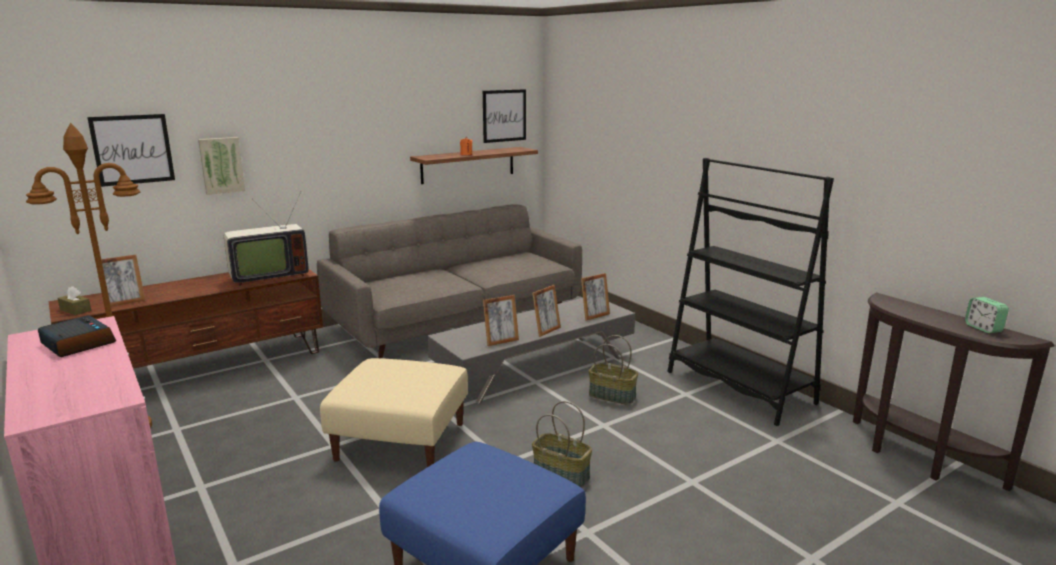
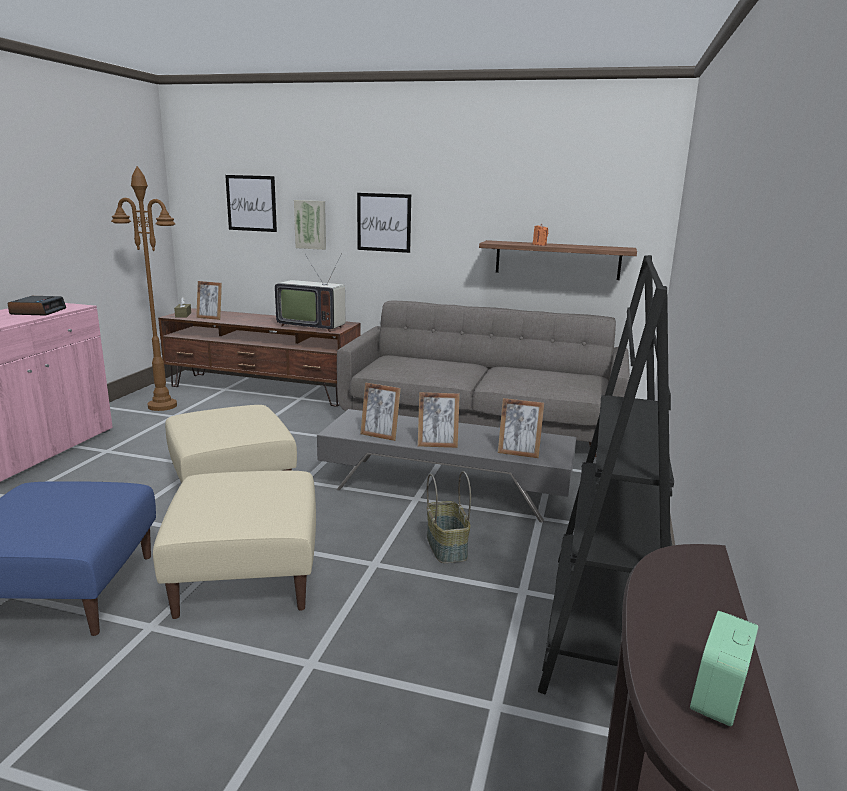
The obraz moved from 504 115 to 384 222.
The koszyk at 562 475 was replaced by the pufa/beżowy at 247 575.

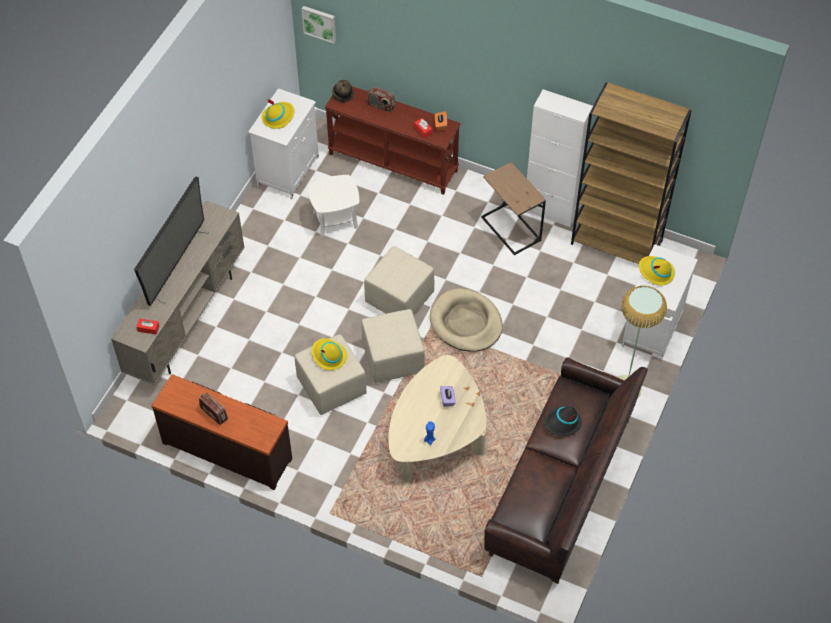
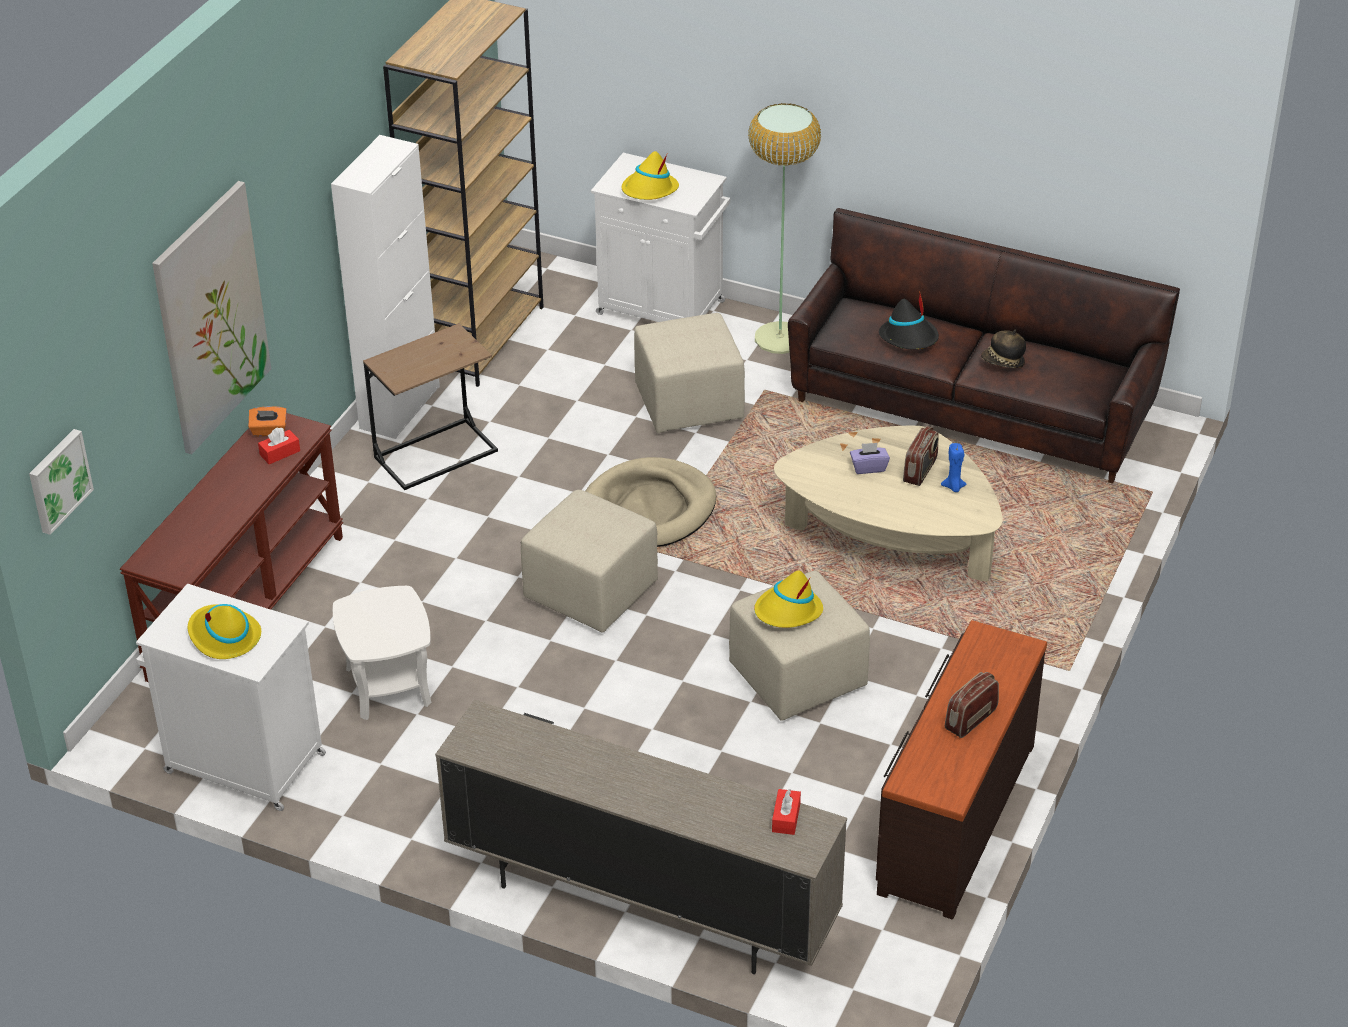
The telewizor at 176 264 disappeared.
The kapelusz moved from 342 94 to 1003 362.
The pufa/beżowy moved from 393 359 to 690 403.
The radio moved from 381 106 to 920 470.
The obraz at 211 317 appeared.

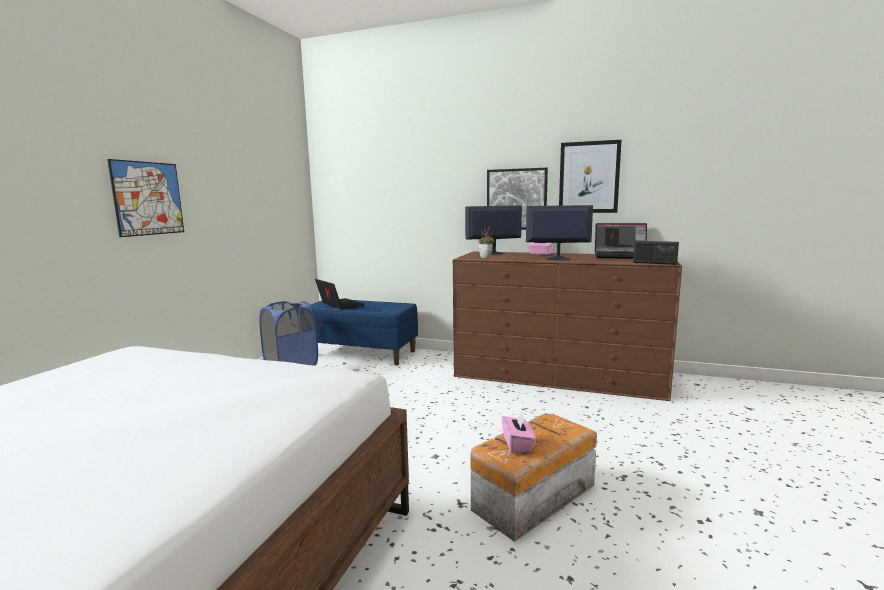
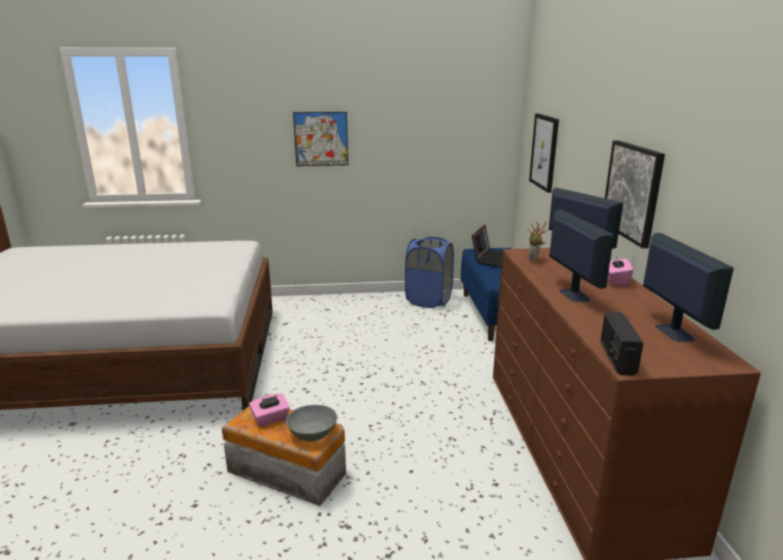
The obraz moved from 589 177 to 544 152.
The laptop at 621 256 was replaced by the monitor at 673 332.
The miska/szary at 313 433 appeared.

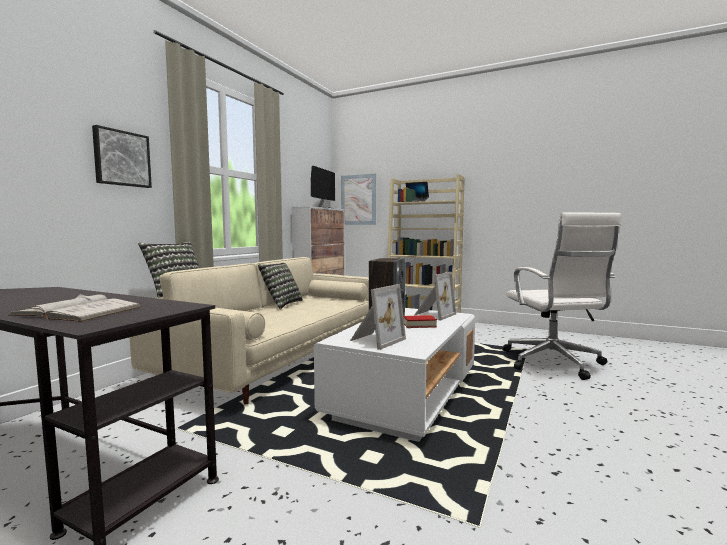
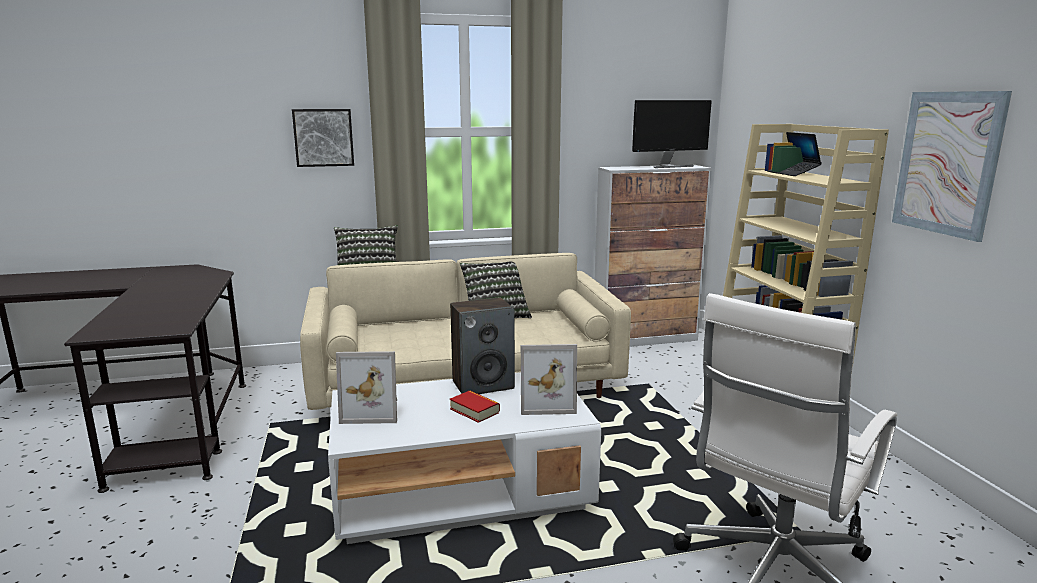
The książka/biały at 78 311 disappeared.
The obraz moved from 358 200 to 947 163.

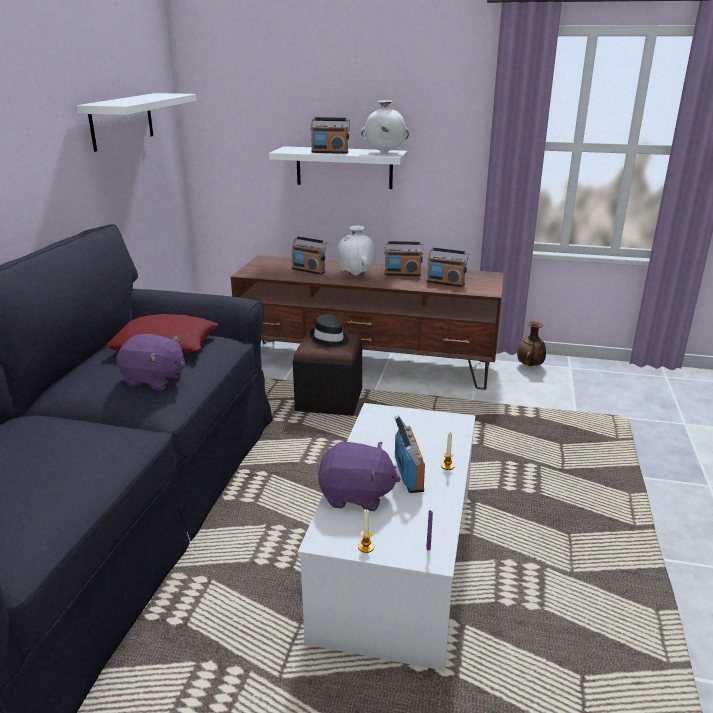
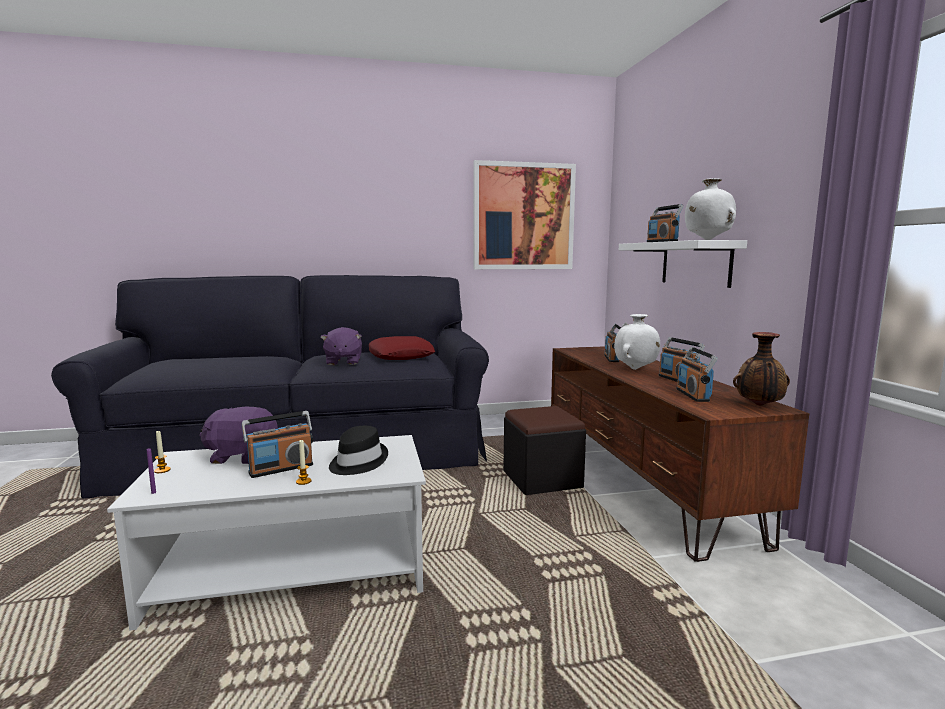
The półka/biały at 122 121 was replaced by the obraz at 523 216.
The kapelusz/czarny moved from 329 339 to 357 462.
The pluszak/fioletowy at 356 496 turned 105 degrees clockwise.
The wazon moved from 530 366 to 759 405.

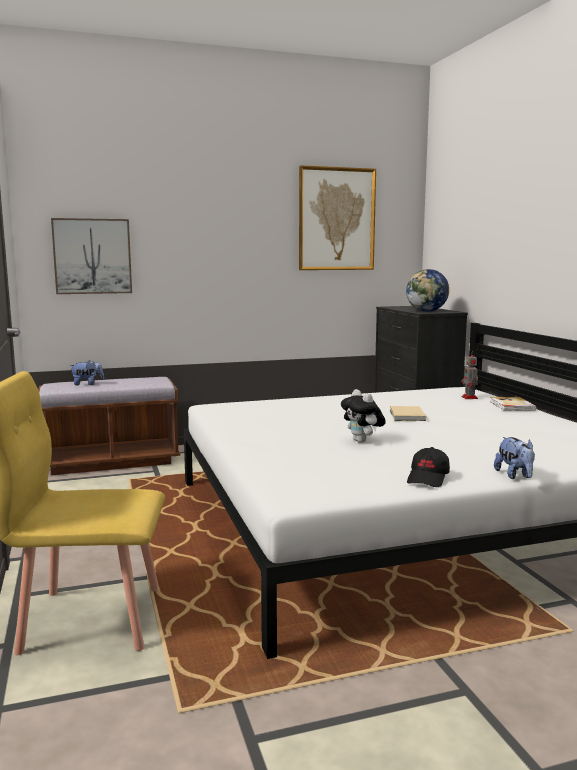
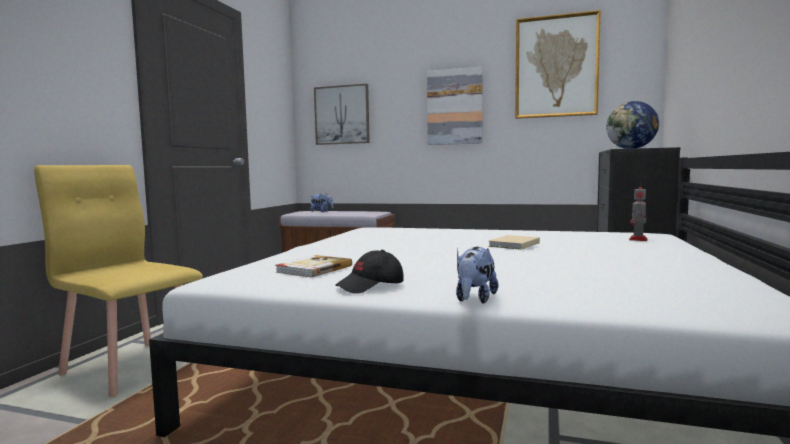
The pluszak at 362 441 disappeared.
The książka moved from 511 406 to 313 269.
The obraz at 454 107 appeared.

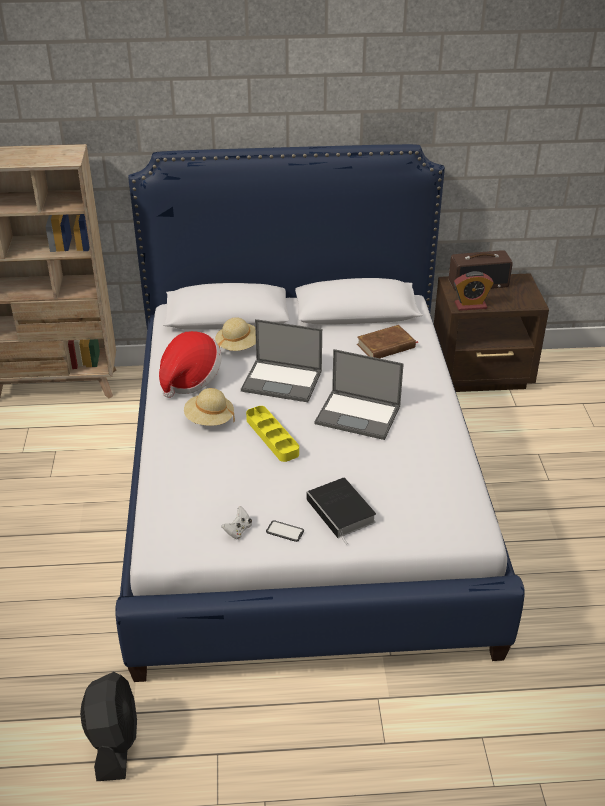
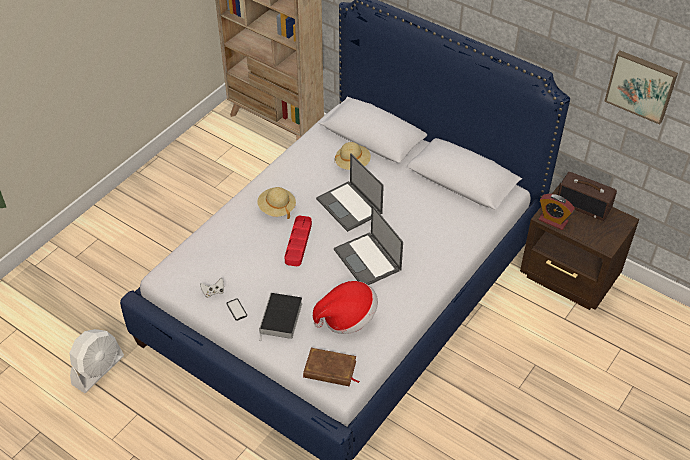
The wentylator/czarny at 114 742 became the wentylator/biały at 98 370.
The kapelusz moved from 190 379 to 347 318.
The taca/żółty at 272 437 became the taca/czerwony at 298 243.
The książka/brązowy moved from 386 346 to 330 370.
The obraz at 641 85 appeared.

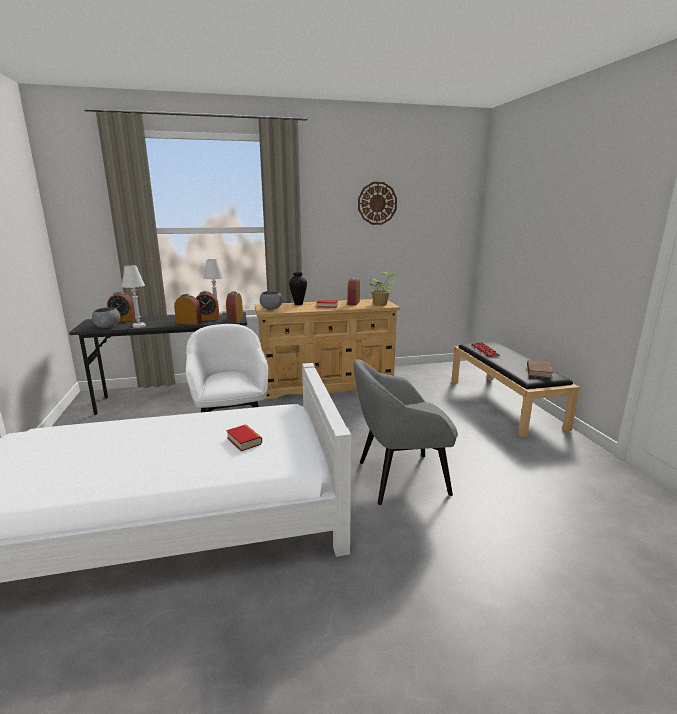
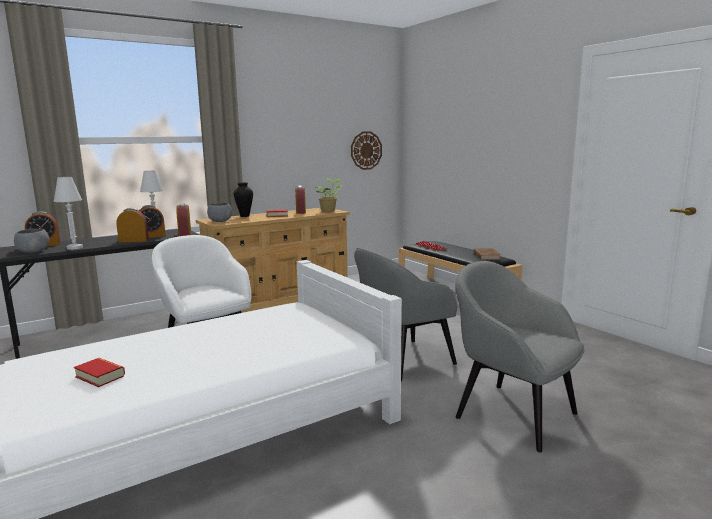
The książka moved from 244 441 to 100 376.
The zegar ścienny moved from 377 203 to 366 150.
The fotel/szary at 513 414 appeared.

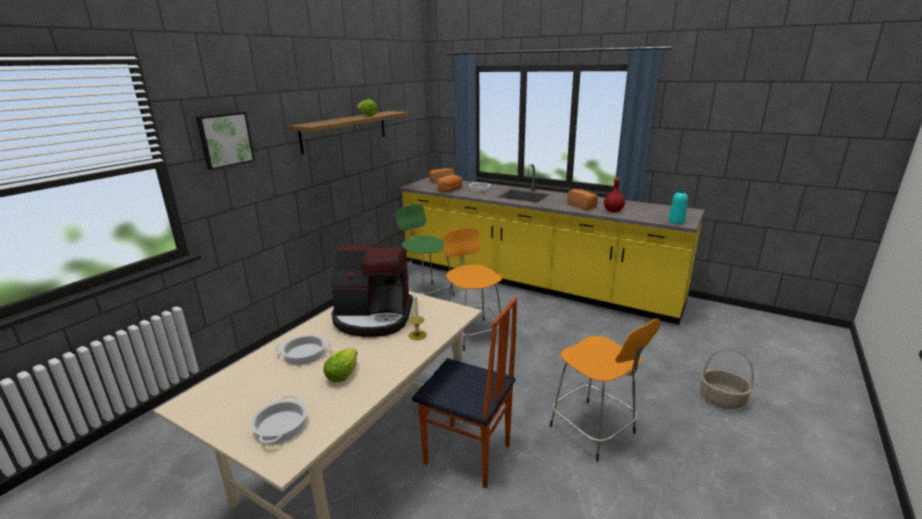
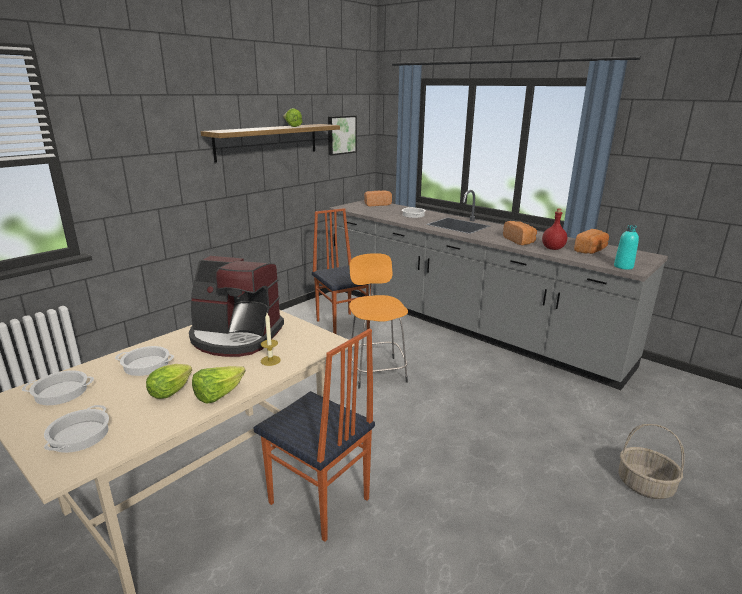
The obraz moved from 225 140 to 341 135.
The stołek/zielony at 427 294 was replaced by the krzesło at 343 324.
The zabudowa kuchenna/żółty at 532 283 became the zabudowa kuchenna/szary at 463 325.
The chleb moved from 450 190 to 591 250.
The stołek/pomarańczowy at 594 431 disappeared.
The garnek at 61 392 appeared.
The sałata at 218 395 appeared.

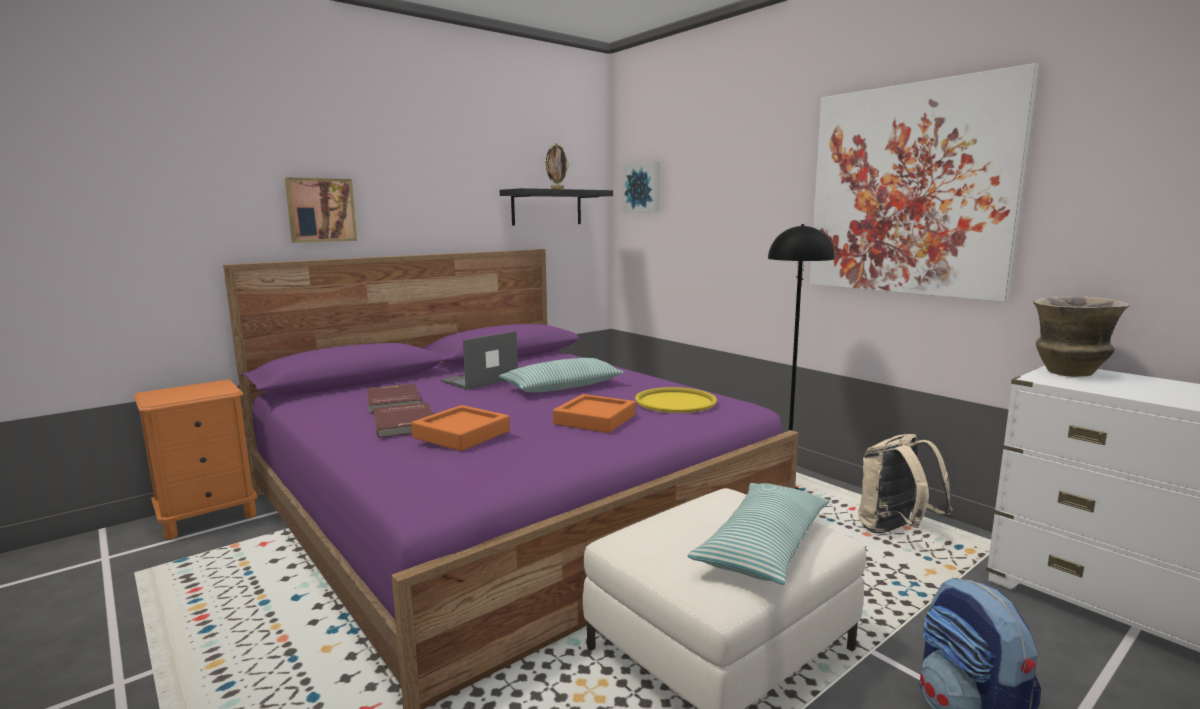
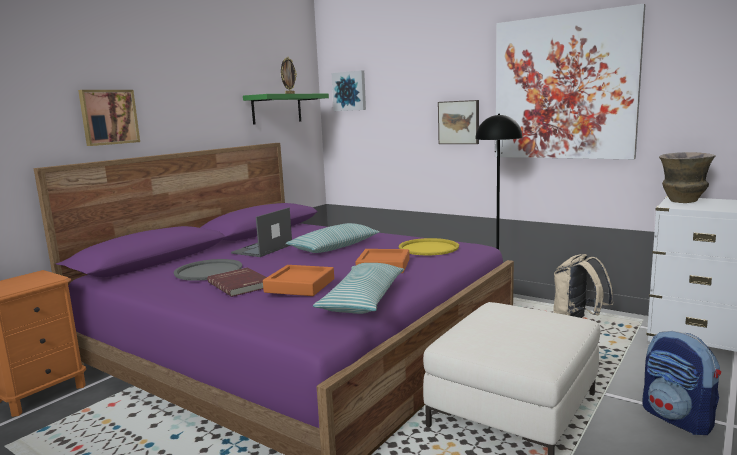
The książka/czerwony at 392 401 was replaced by the taca/szary at 208 271.
The półka/czarny at 547 207 became the półka/zielony at 277 109.
The poduszka moved from 763 546 to 363 300.
The obraz at 459 122 appeared.

